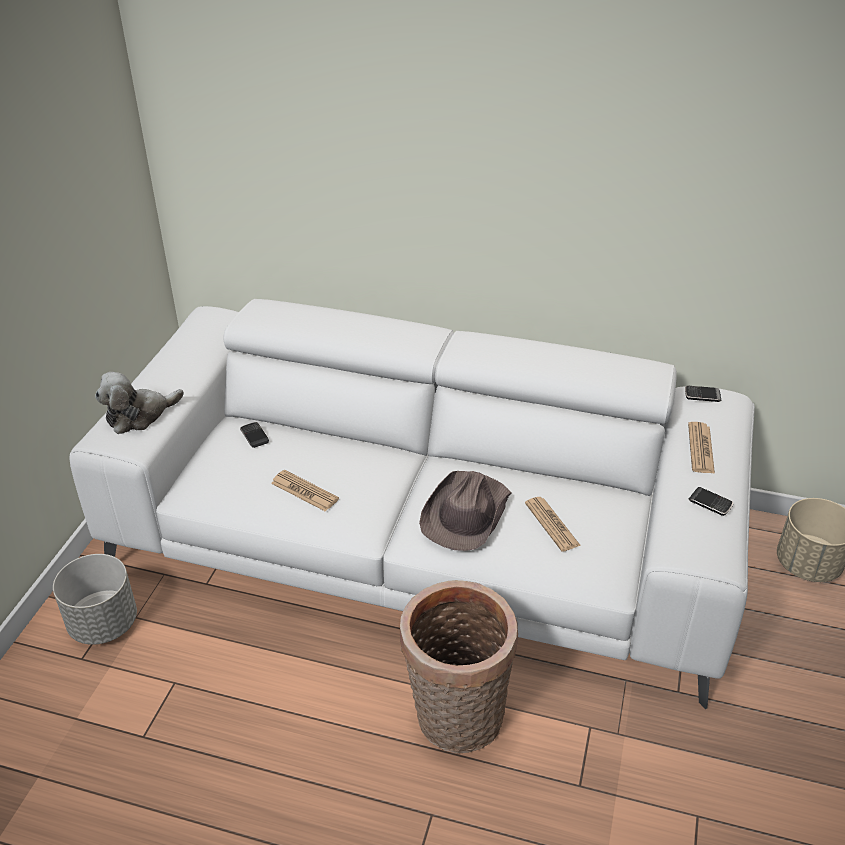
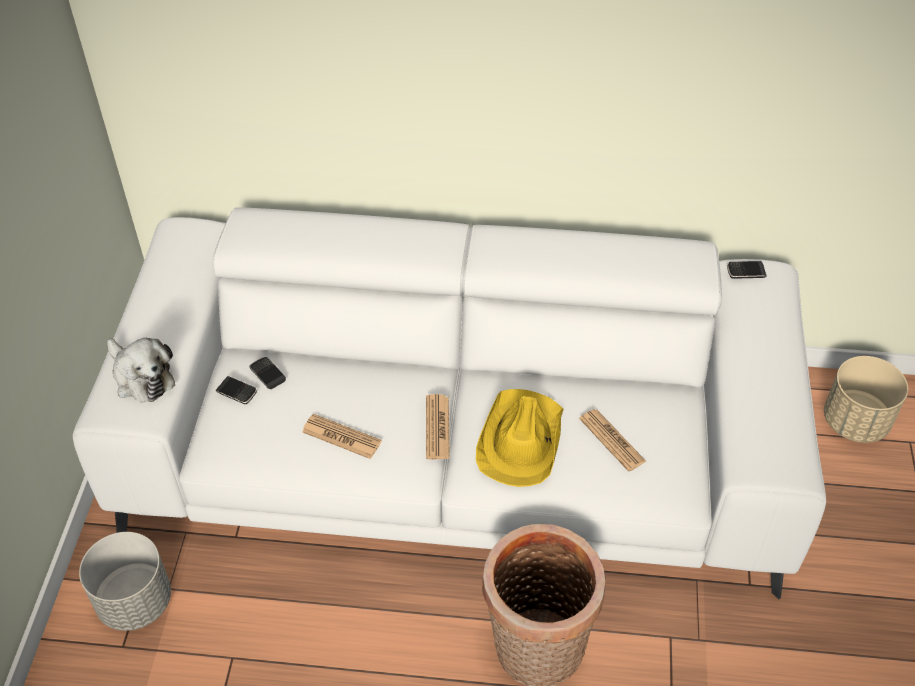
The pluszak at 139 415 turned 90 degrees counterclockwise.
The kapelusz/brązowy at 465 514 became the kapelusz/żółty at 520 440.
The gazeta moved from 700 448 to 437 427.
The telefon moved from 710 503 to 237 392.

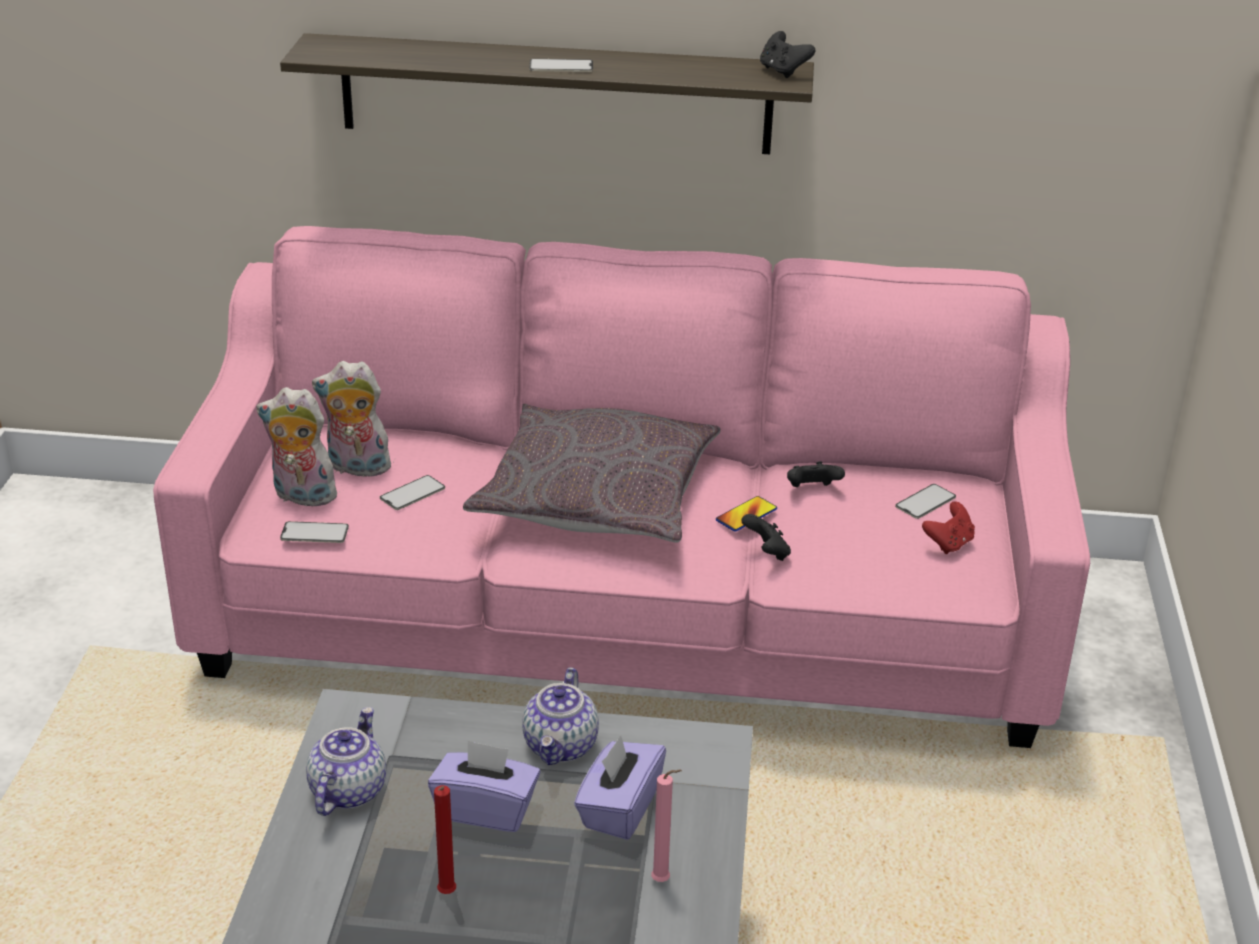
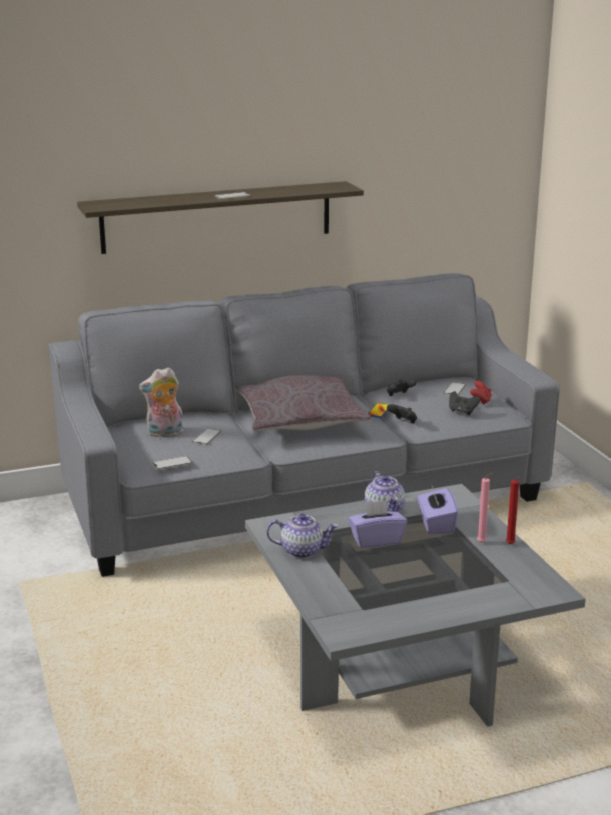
The kanapa/różowy at 627 625 became the kanapa/szary at 306 502.
The pluszak at 301 496 disappeared.
The imbryk at 347 790 turned 105 degrees clockwise.
The świeca/czerwony moved from 446 895 to 511 545.
The pad do gier/czarny moved from 783 71 to 462 412.

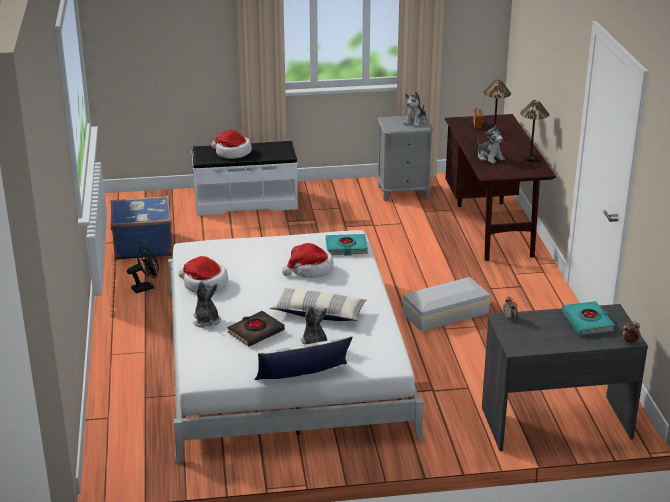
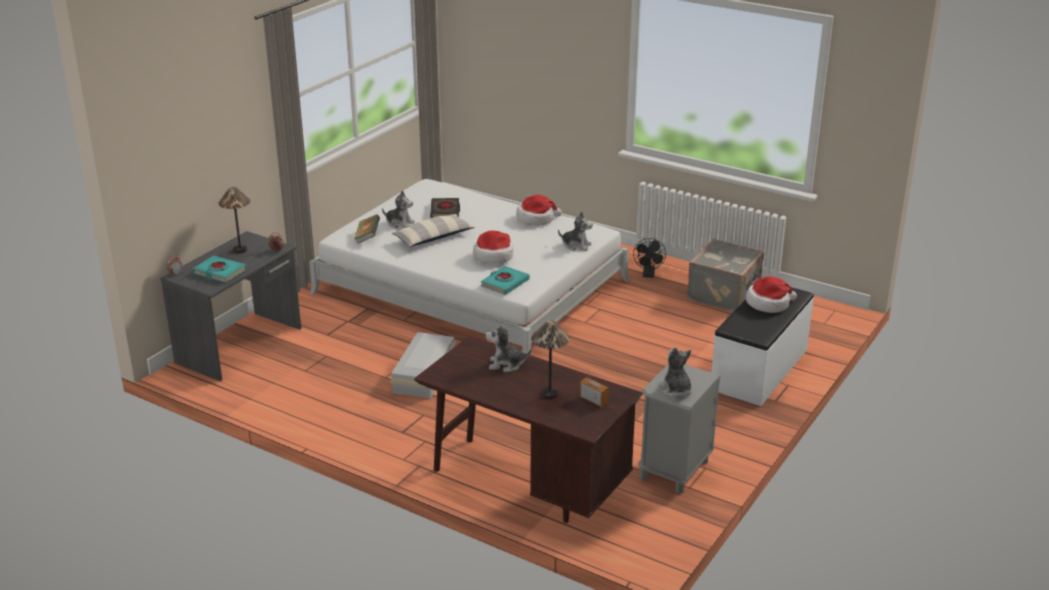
The walizka/niebieski at 143 246 became the walizka/szary at 725 294.
The pluszak moved from 206 321 to 576 245.
The poduszka at 303 375 disappeared.
The lampa stołowa moved from 531 159 to 240 250.
The książka at 367 237 appeared.

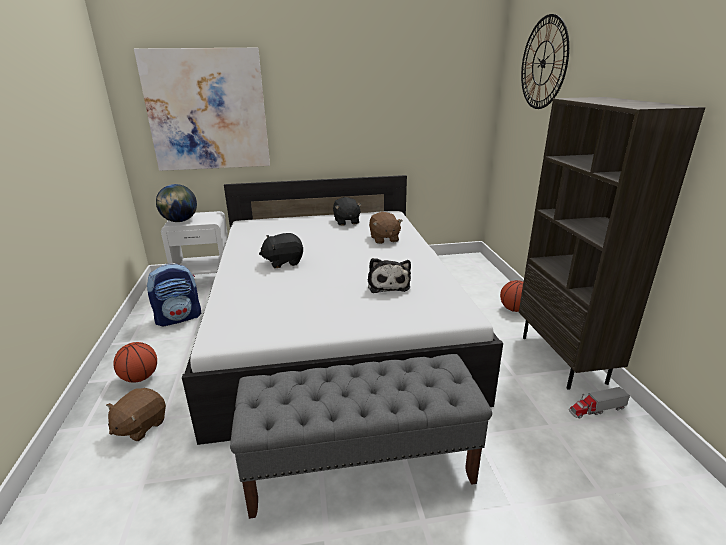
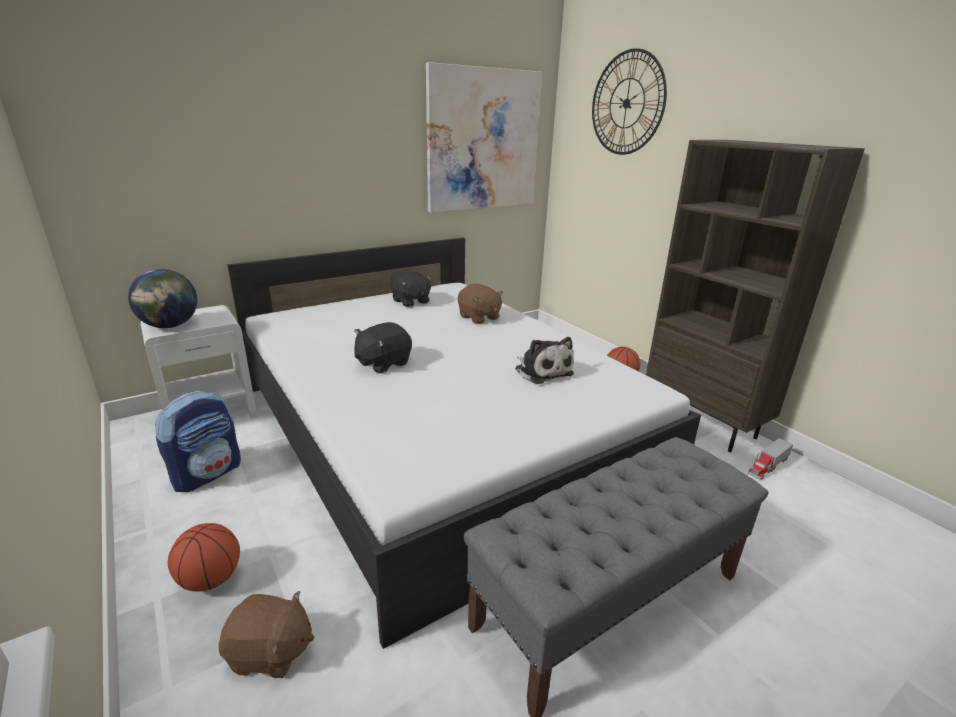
The pluszak/brązowy at 140 426 turned 90 degrees counterclockwise.
The obraz moved from 207 111 to 483 141.

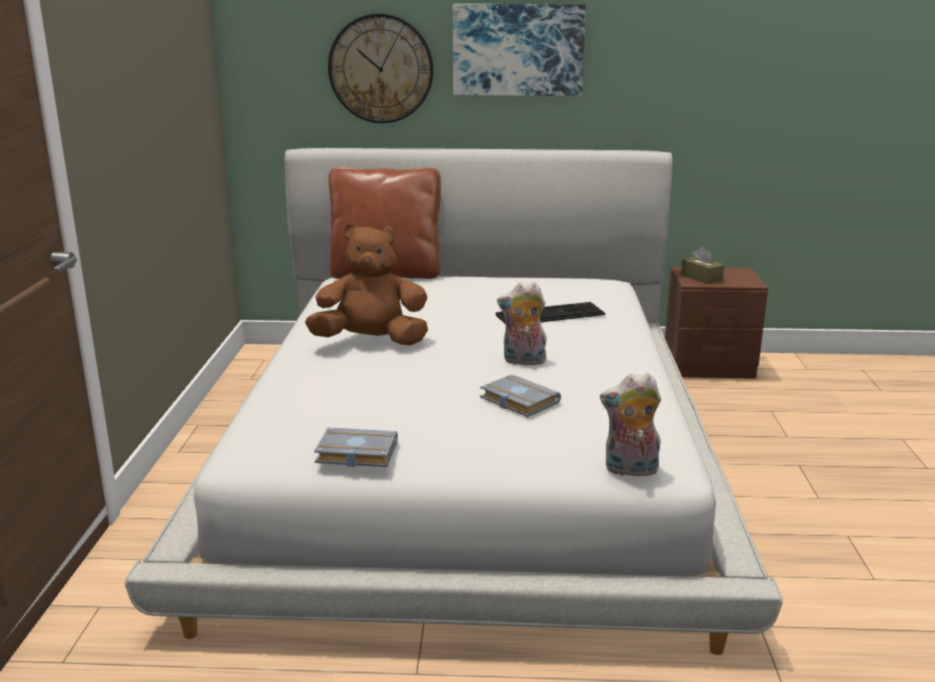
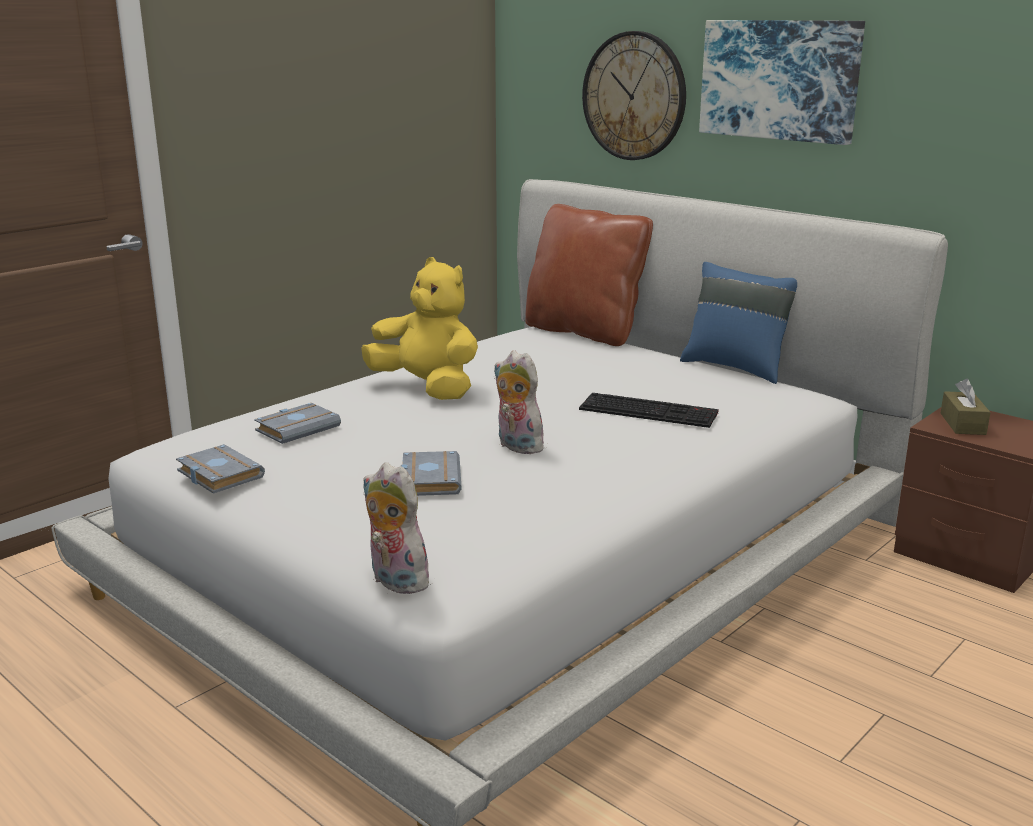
The pluszak/brązowy at 371 342 became the pluszak/żółty at 427 388.
The książka/szary at 298 428 appeared.
The poduszka/niebieski at 736 367 appeared.

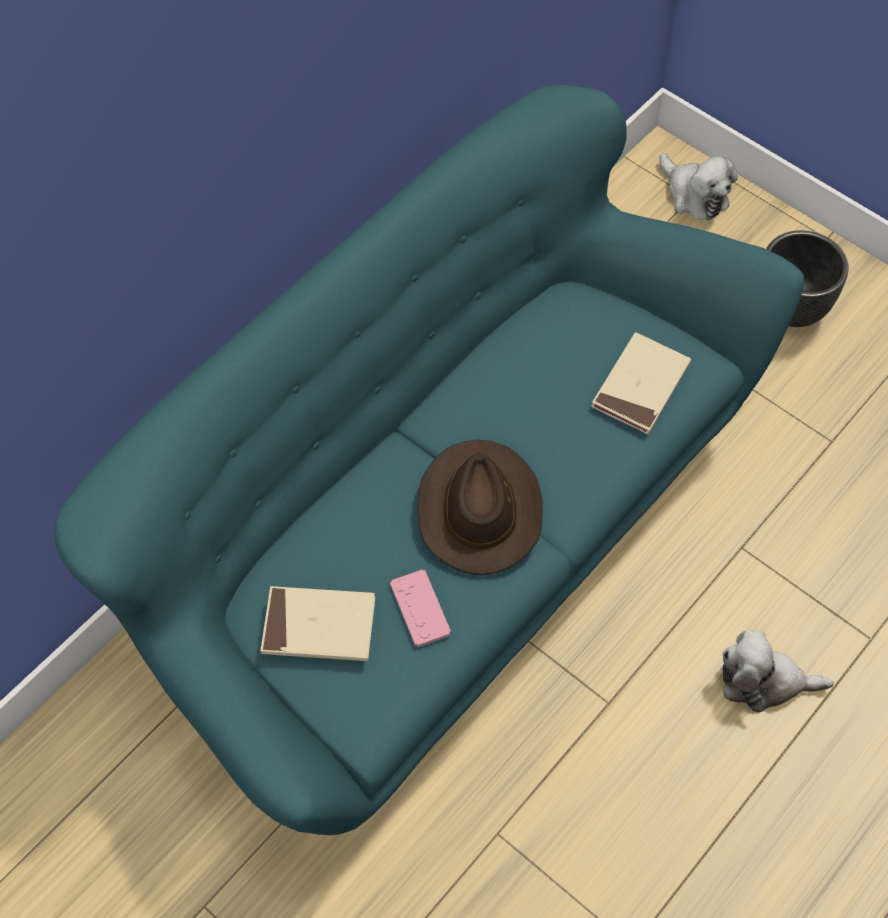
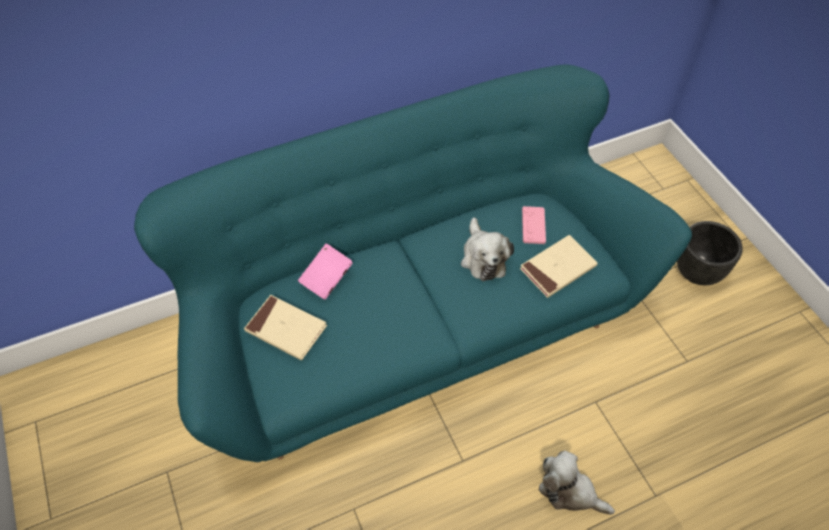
The pad do gier/różowy moved from 420 609 to 533 225.
The kapelusz/brązowy at 478 509 disappeared.
The pluszak moved from 694 195 to 483 257.
The książka/różowy at 326 279 appeared.

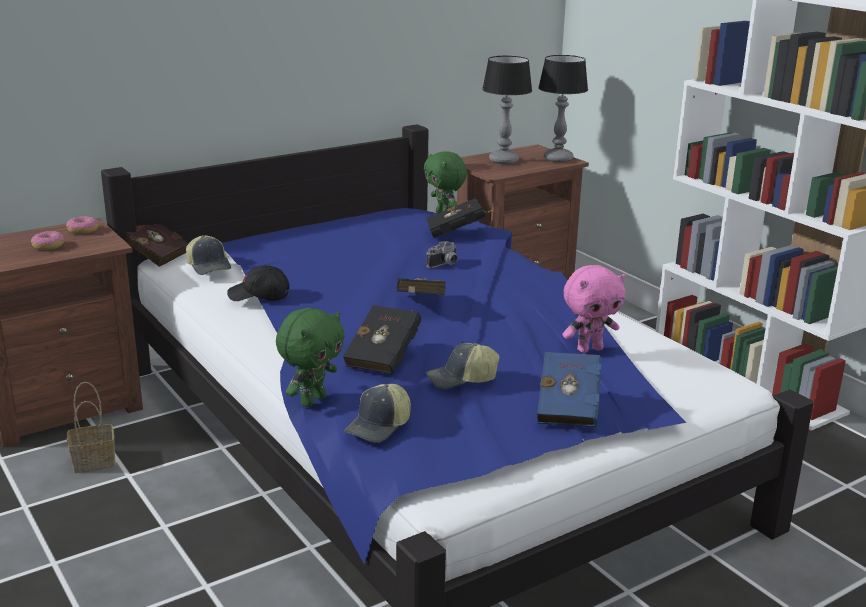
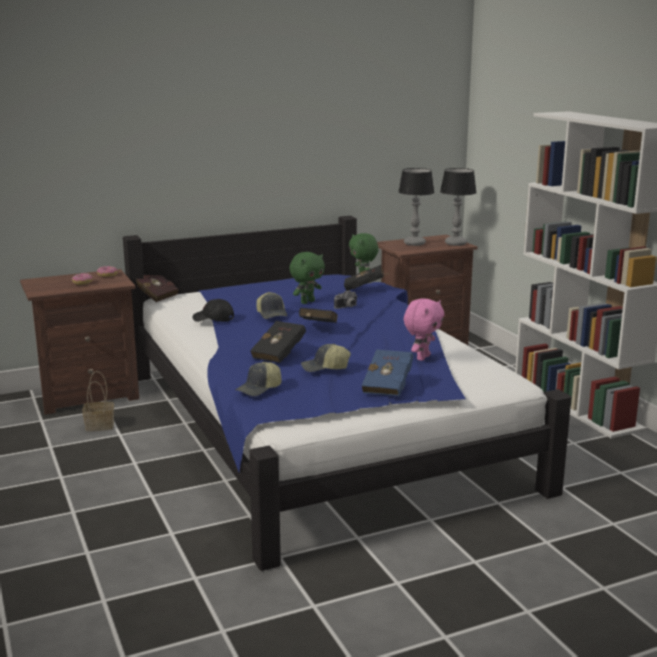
The czapka z daszkiem moved from 209 266 to 272 314.
The pluszak/zielony moved from 312 400 to 307 302.
The pluszak/różowy at 589 349 turned 45 degrees counterclockwise.

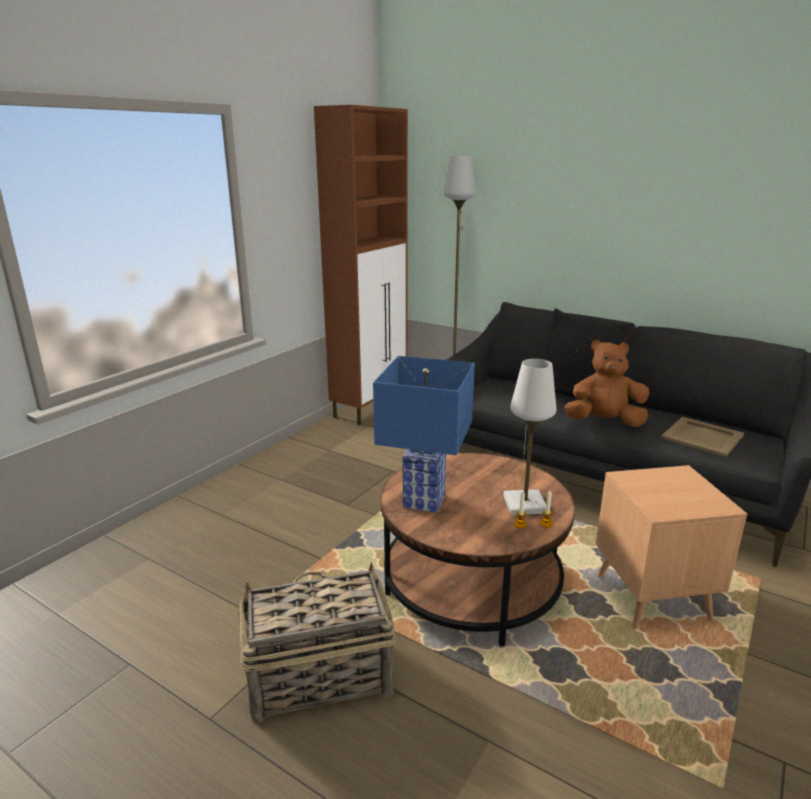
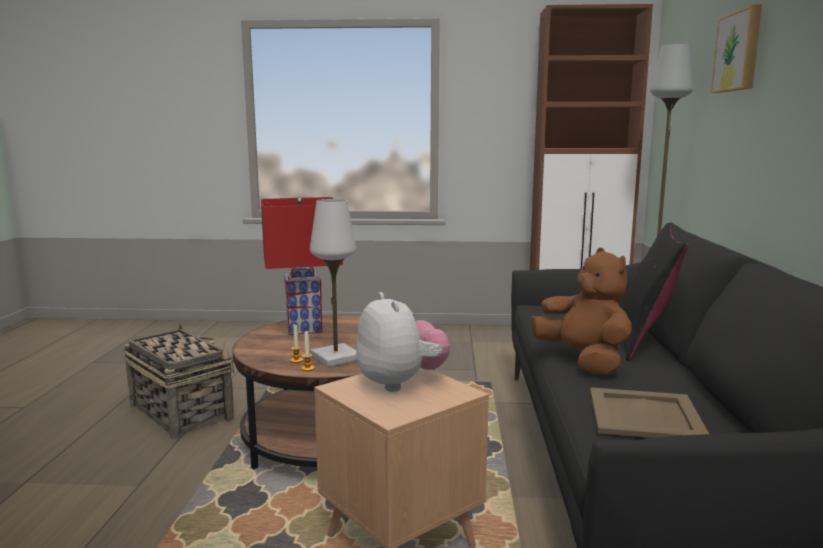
The lampa stołowa/niebieski at 423 500 became the lampa stołowa/czerwony at 305 328.
The pluszak at 400 383 appeared.
The obraz at 739 51 appeared.

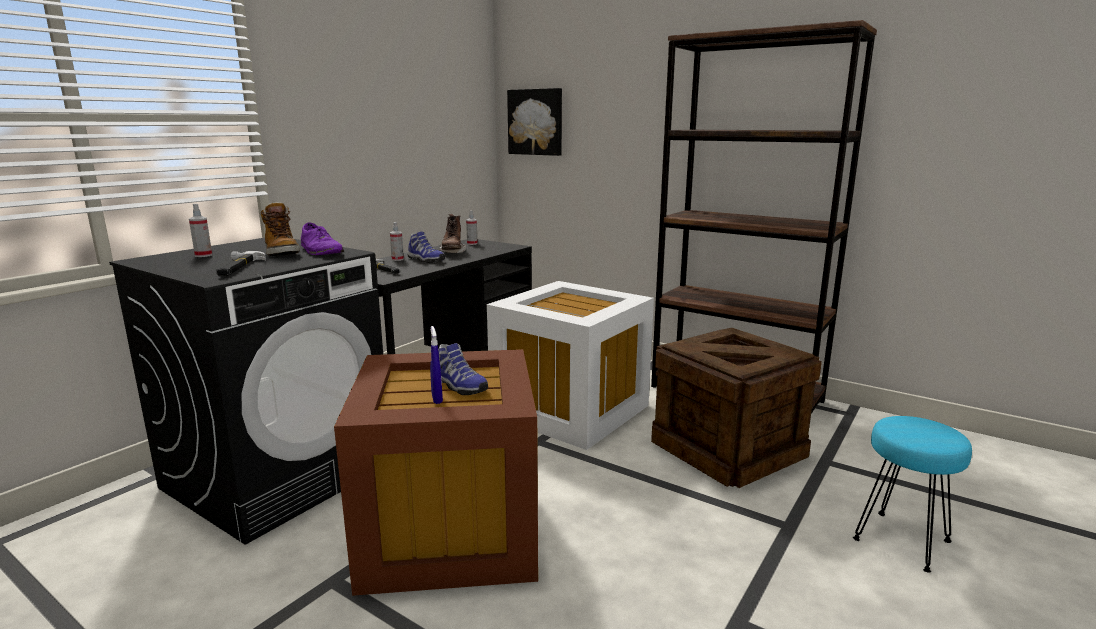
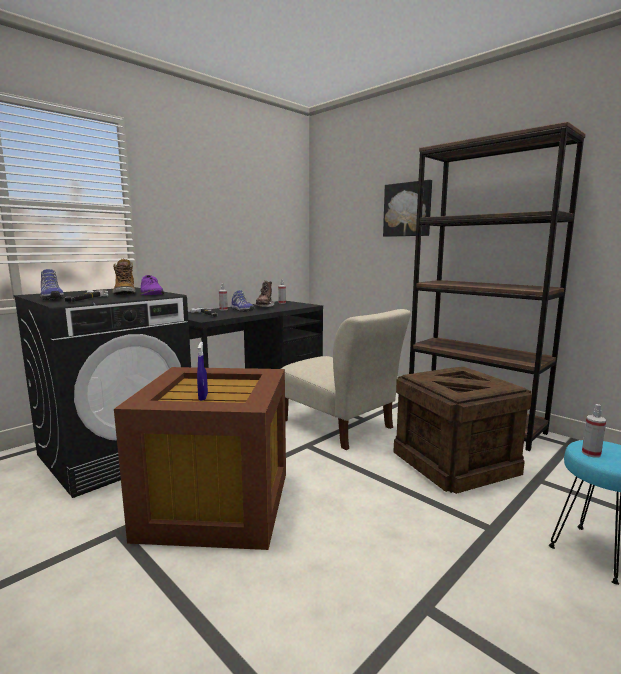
The spryskiwacz moved from 203 255 to 591 453.
The but moved from 458 386 to 51 298.
The pojemnik do przechowywania/biały at 571 411 was replaced by the krzesło/beżowy at 339 426.
The obraz moved from 536 122 to 408 209.

